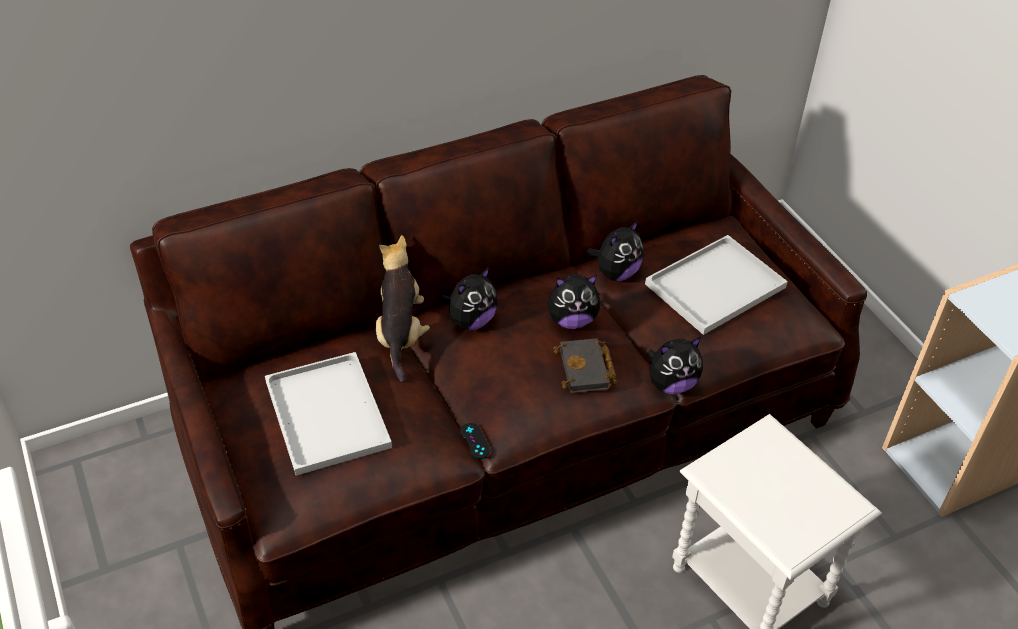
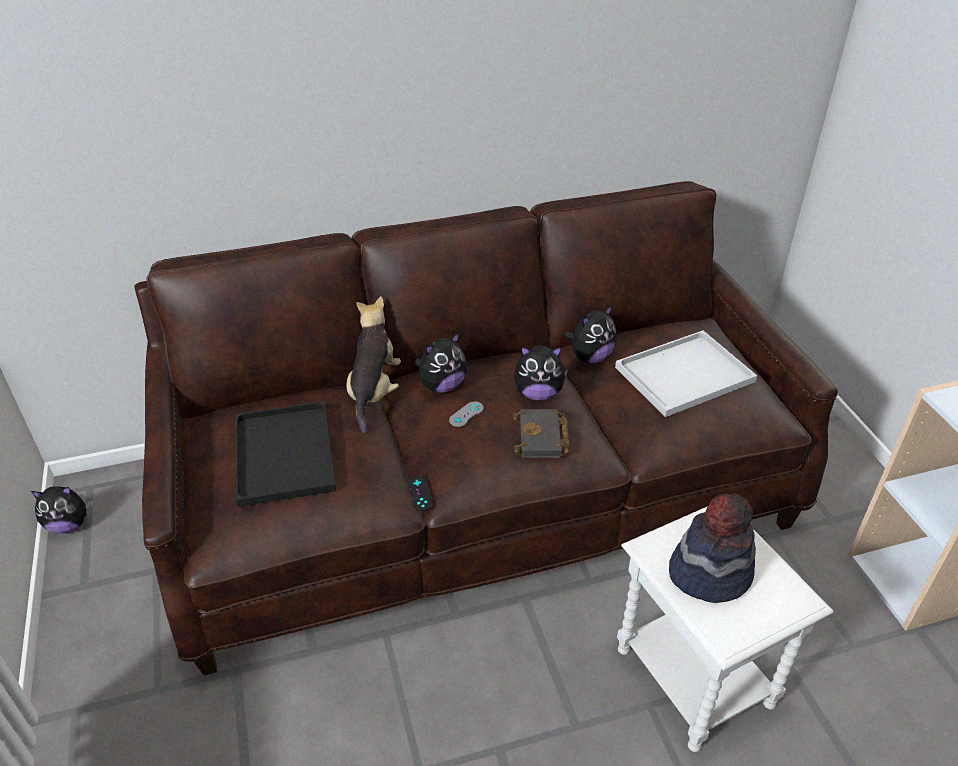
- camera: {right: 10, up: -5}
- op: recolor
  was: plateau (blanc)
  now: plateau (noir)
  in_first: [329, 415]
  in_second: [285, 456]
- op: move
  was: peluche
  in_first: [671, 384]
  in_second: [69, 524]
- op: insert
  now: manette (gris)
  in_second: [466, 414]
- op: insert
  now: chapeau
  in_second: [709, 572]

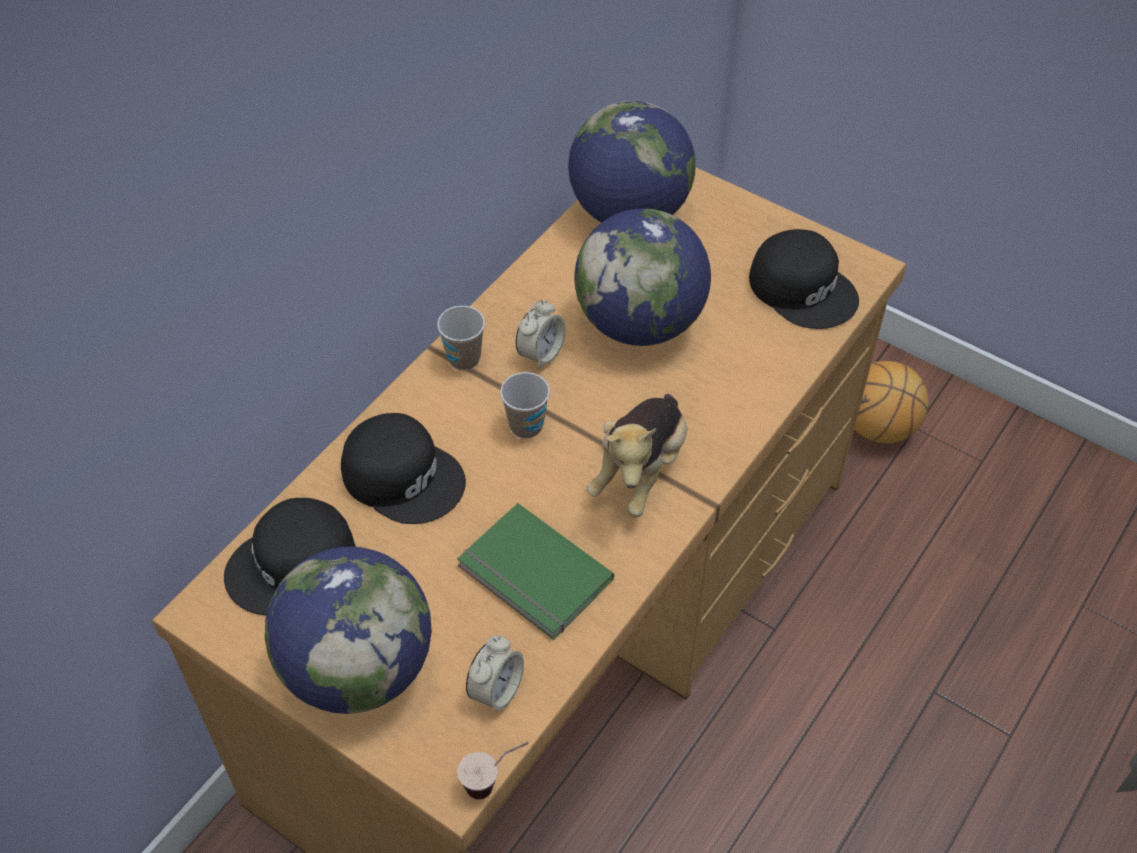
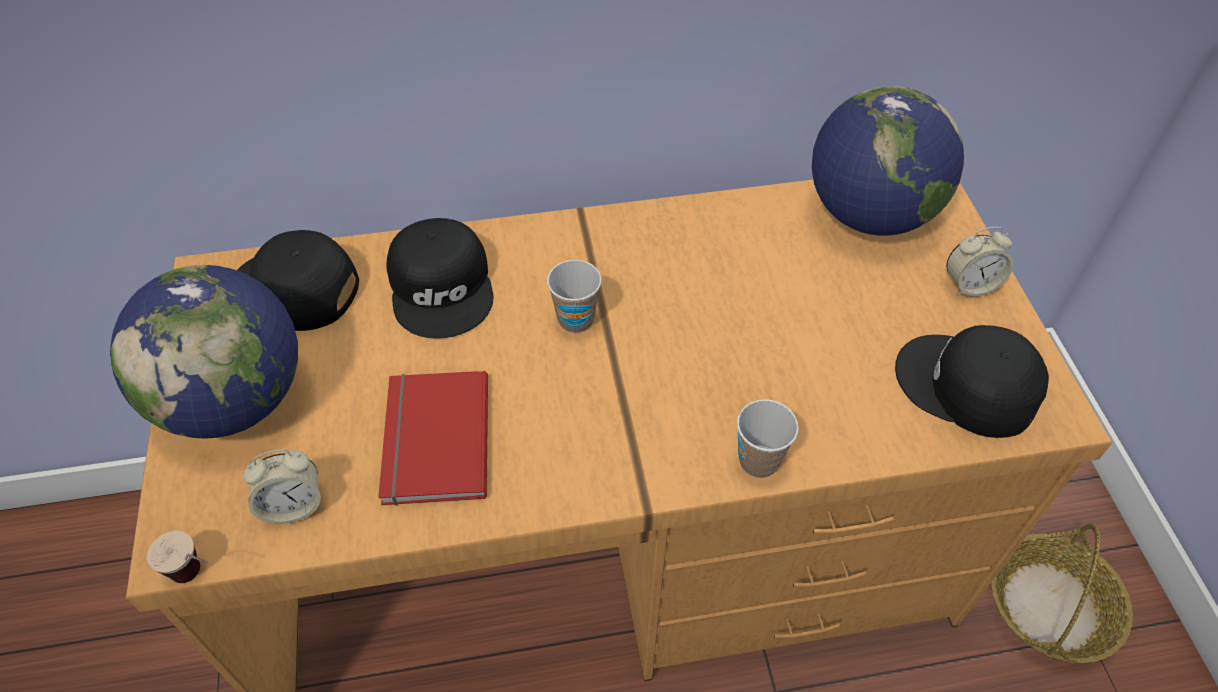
- camera: {right: 45, up: 0}
- op: move
  was: tasse
  in_first: [464, 358]
  in_second: [758, 461]
- op: recolor
  was: livre (vert)
  now: livre (rouge)
  in_first: [533, 576]
  in_second: [432, 440]
- op: move
  was: réveil
  in_first: [541, 353]
  in_second: [970, 285]
- op: delete
  was: globe
  in_first: [640, 323]
- op: delete
  was: peluche
  in_first: [640, 470]
- op: rotate
  was: casquette (noir)
  in_first: [803, 288]
  in_second: [967, 387]
  clockwise: 120
- op: replace
  was: ballon de basket
  now: panier
  in_first: [878, 427]
  in_second: [1050, 607]

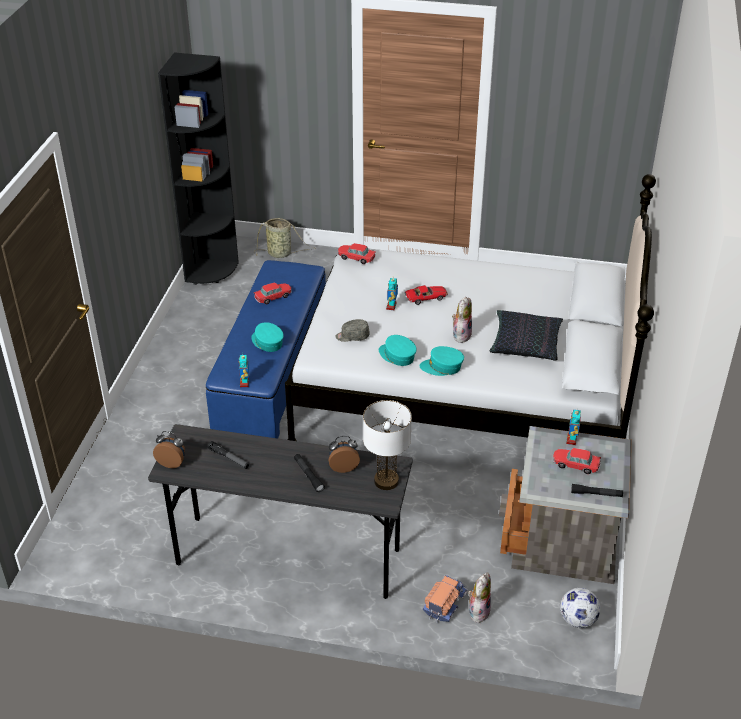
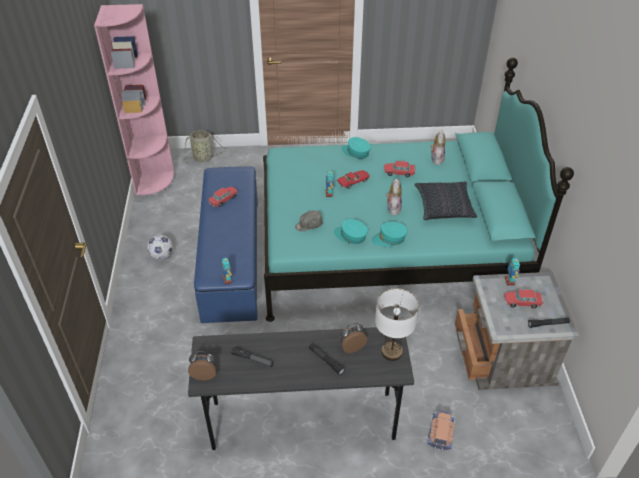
- camera: {right: -15, up: 5}
- op: recolor
  was: bibliothèque (noir)
  now: bibliothèque (rose)
  in_first: [211, 276]
  in_second: [154, 186]
- op: move
  was: casquette (turquoise)
  in_first: [267, 342]
  in_second: [356, 152]
- op: recolor
  was: lit (blanc)
  now: lit (turquoise)
  in_first: [464, 394]
  in_second: [387, 250]
- op: move
  was: petite voiture
  in_first: [356, 258]
  in_second: [399, 173]
- op: move
  was: peluche
  in_first: [478, 611]
  in_second: [436, 159]
- op: move
  was: ballon de foot
  in_first: [577, 620]
  in_second: [161, 256]

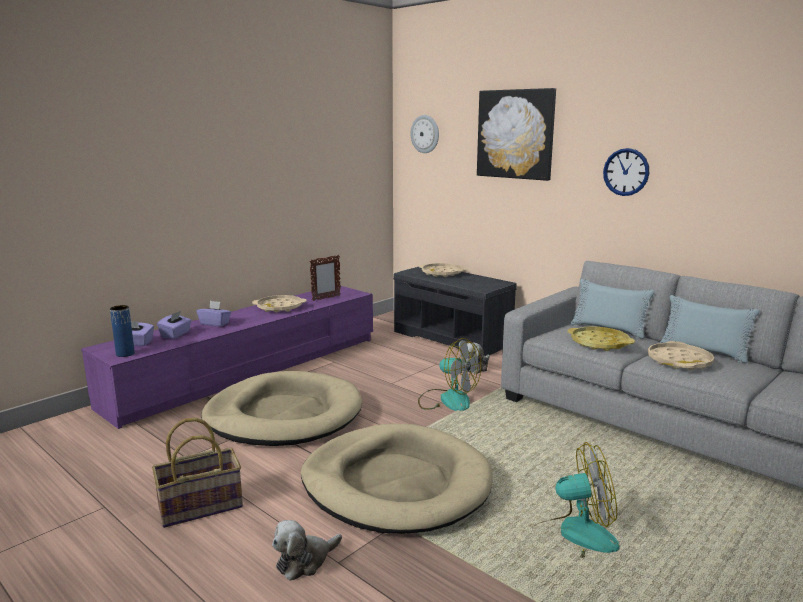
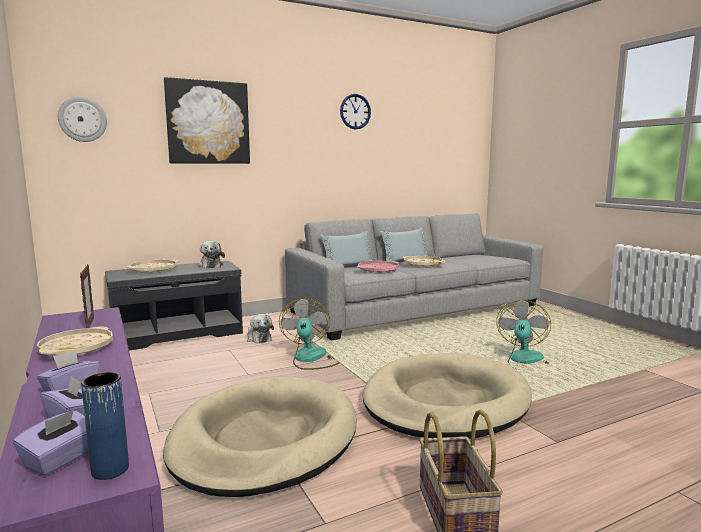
- camera: {right: -70, up: -5}
- op: move
  was: peluche
  in_first: [305, 561]
  in_second: [210, 265]
- op: rotate
  was: ventilateur
  in_first: [447, 400]
  in_second: [310, 359]
  clockwise: -60
- op: recolor
  was: plateau (jaune)
  now: plateau (rose)
  in_first: [599, 343]
  in_second: [378, 270]
- op: move
  was: horloge murale
  in_first: [626, 172]
  in_second: [355, 111]

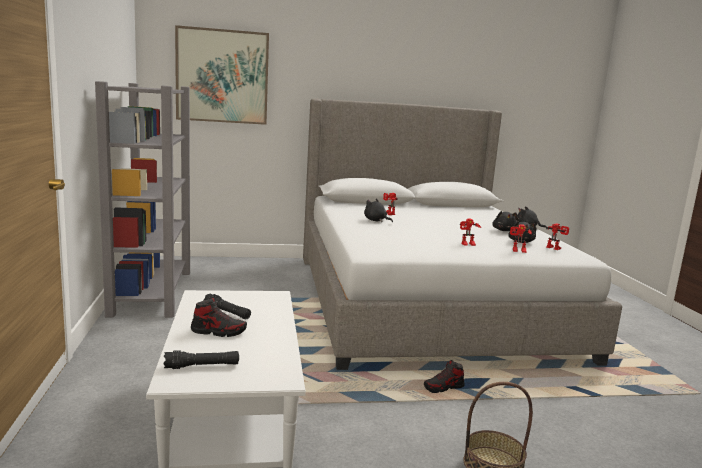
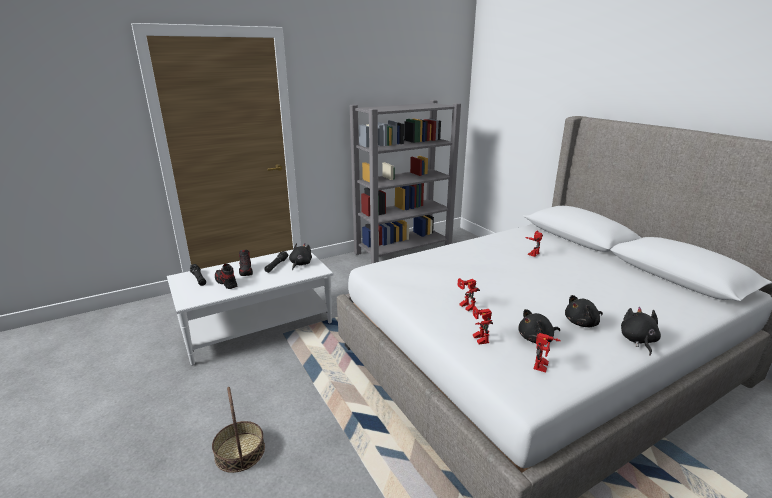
- camera: {right: 70, up: 10}
- op: delete
  was: tableau
  in_first: [222, 76]
- op: move
  was: peluche (noir)
  in_first: [376, 221]
  in_second: [300, 264]
- op: move
  was: chaussure
  in_first: [443, 388]
  in_second: [226, 282]

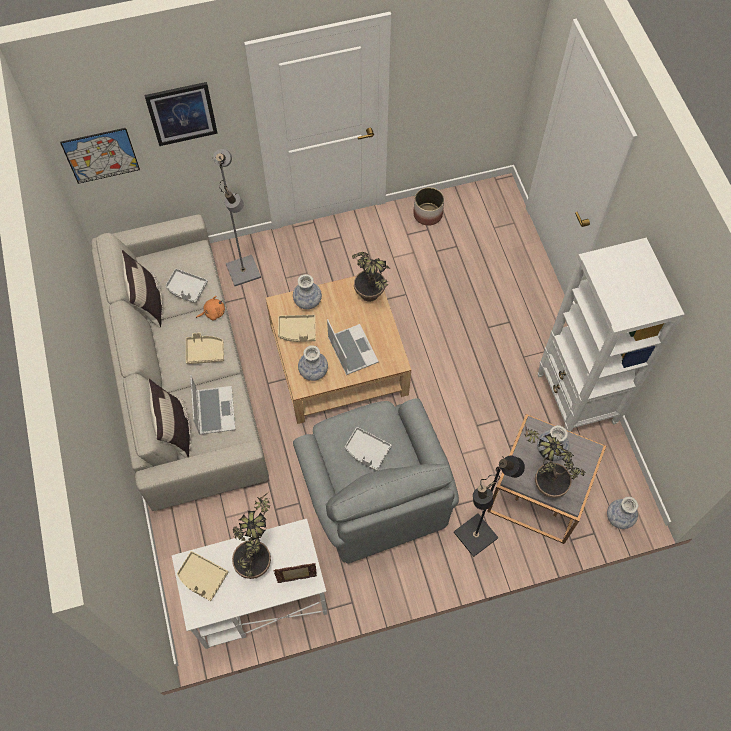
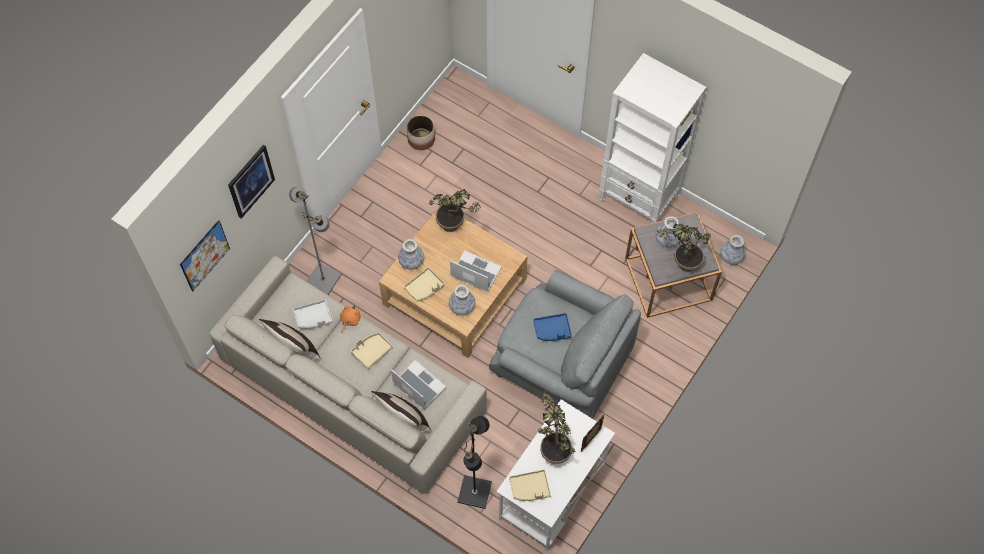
- camera: {right: -40, up: 0}
- op: recolor
  was: plateau (gris)
  now: plateau (bleu)
  in_first: [367, 451]
  in_second: [552, 330]
- op: move
  was: lampadaire (noir)
  in_first: [475, 535]
  in_second: [474, 492]

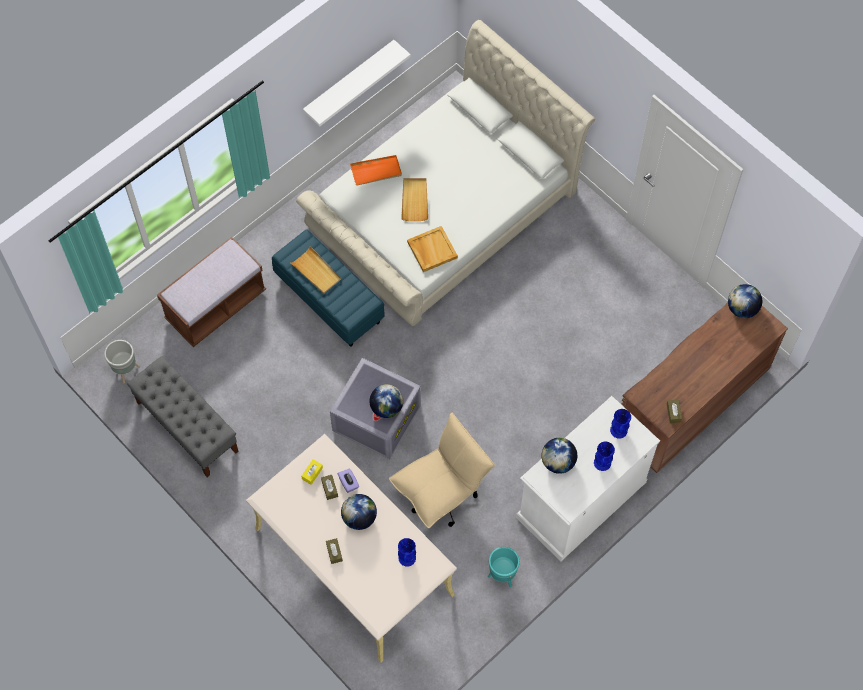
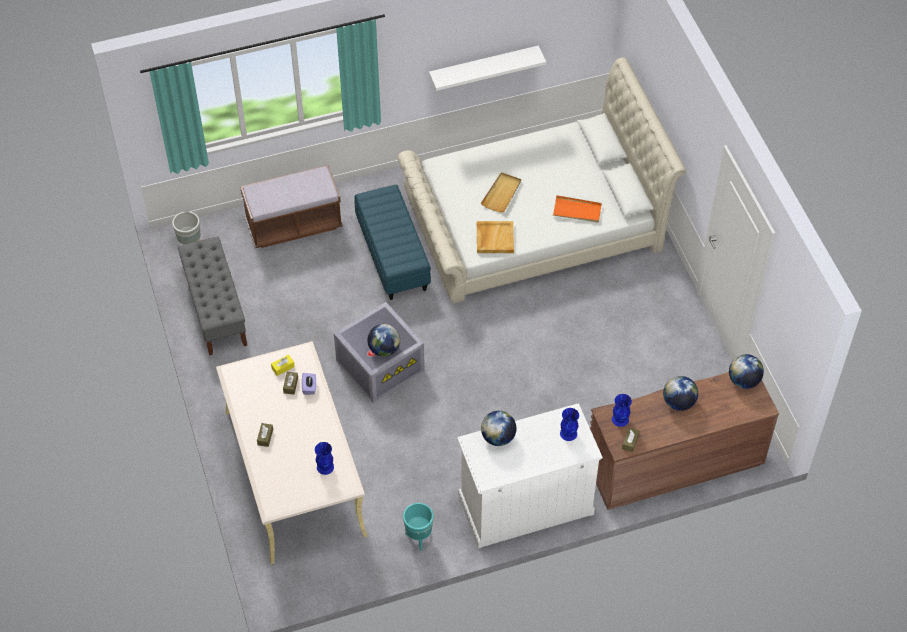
- camera: {right: 25, up: -10}
- op: delete
  was: plateau (beige)
  in_first: [316, 272]
- op: move
  was: globe
  in_first: [359, 517]
  in_second: [678, 402]
- op: move
  was: plateau (orange)
  in_first: [376, 171]
  in_second: [577, 211]
- op: delete
  was: chaise de bureau (beige)
  in_first: [441, 495]
- op: move
  was: vase (bleu)
  in_first: [602, 463]
  in_second: [620, 419]

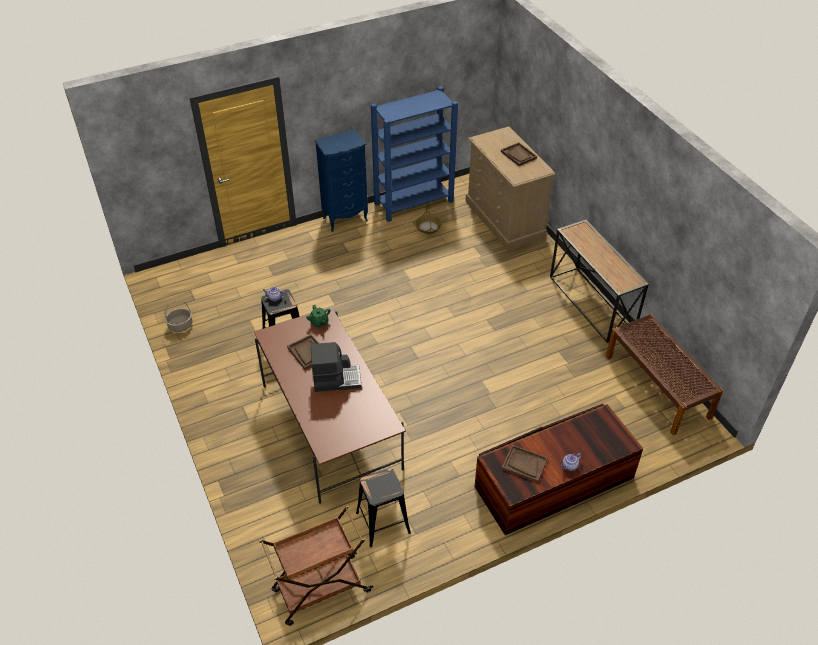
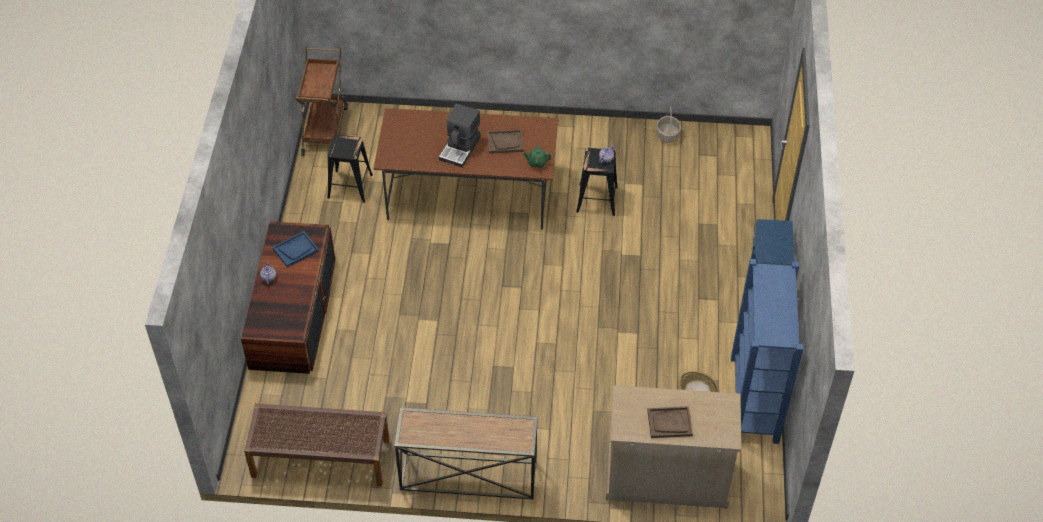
- camera: {right: 120, up: 5}
- op: recolor
  was: plateau (marron)
  now: plateau (bleu)
  in_first: [524, 464]
  in_second: [295, 250]

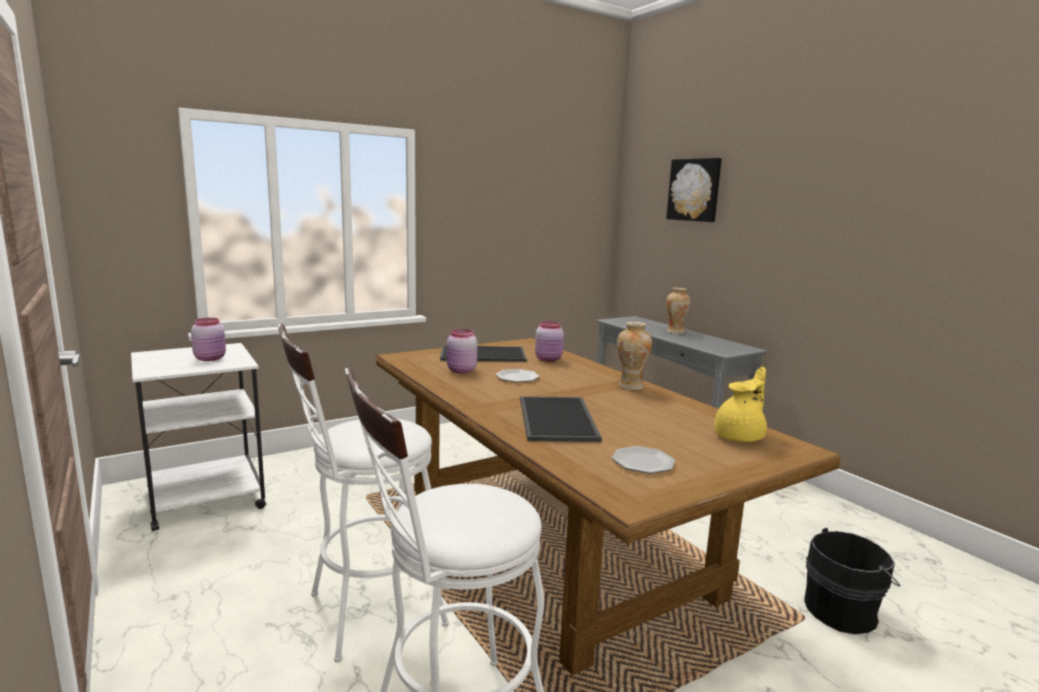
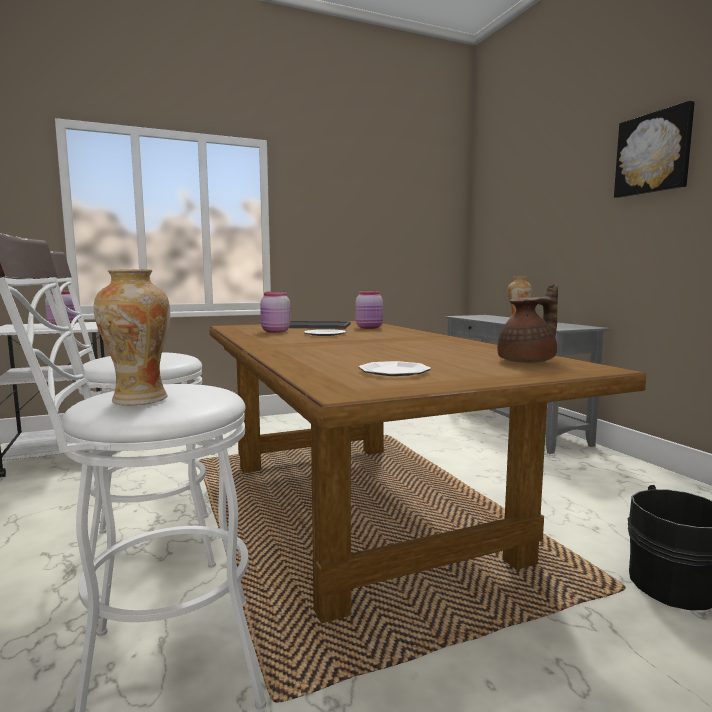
- camera: {right: 10, up: -5}
- op: delete
  was: plateau
  in_first: [559, 419]
- op: move
  was: vase
  in_first: [631, 386]
  in_second: [139, 400]
- op: move
  was: tableau
  in_first: [695, 190]
  in_second: [654, 153]
- op: recolor
  was: théière (jaune)
  now: théière (marron)
  in_first: [740, 437]
  in_second: [529, 361]

